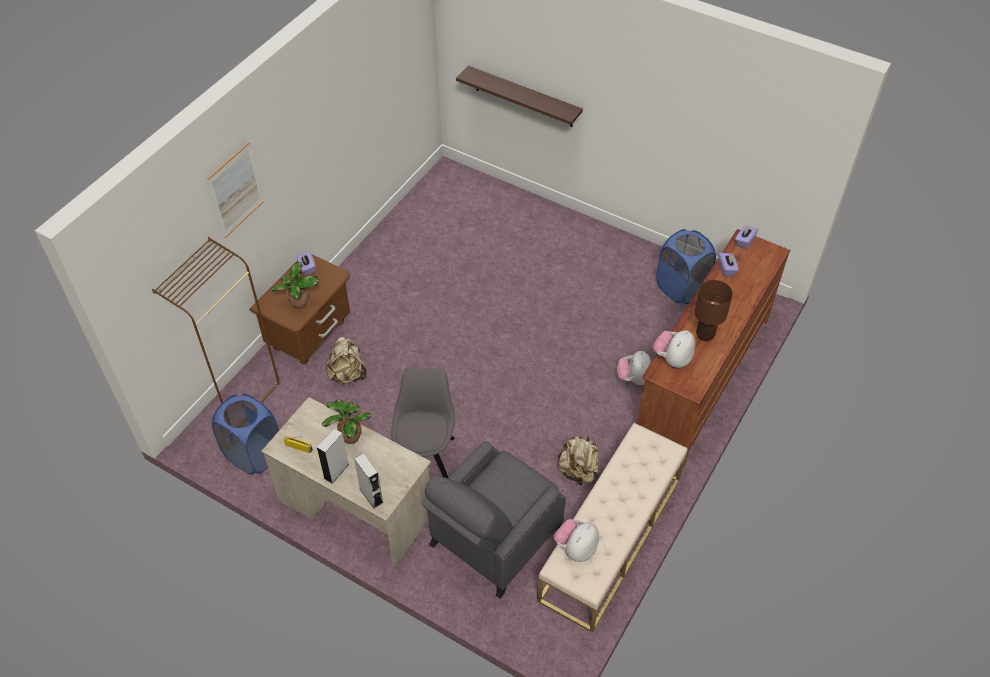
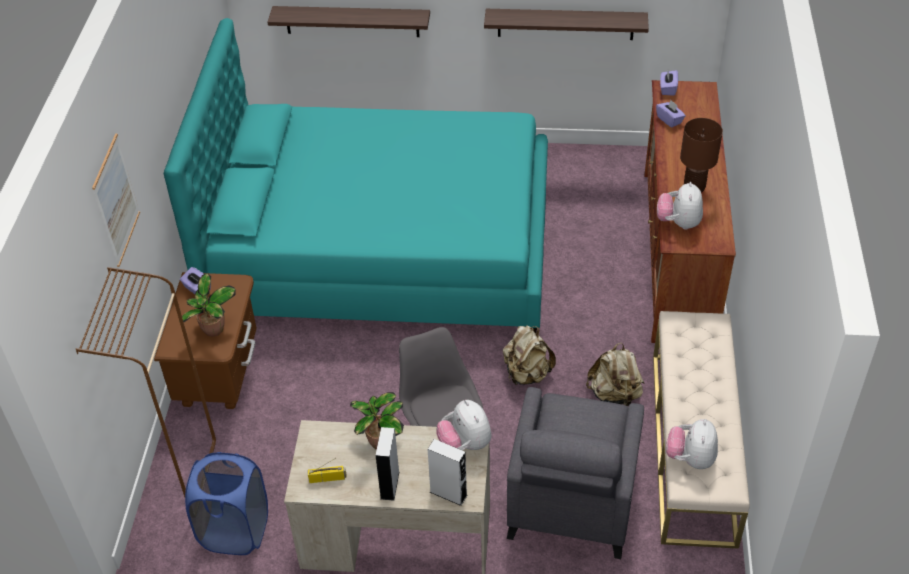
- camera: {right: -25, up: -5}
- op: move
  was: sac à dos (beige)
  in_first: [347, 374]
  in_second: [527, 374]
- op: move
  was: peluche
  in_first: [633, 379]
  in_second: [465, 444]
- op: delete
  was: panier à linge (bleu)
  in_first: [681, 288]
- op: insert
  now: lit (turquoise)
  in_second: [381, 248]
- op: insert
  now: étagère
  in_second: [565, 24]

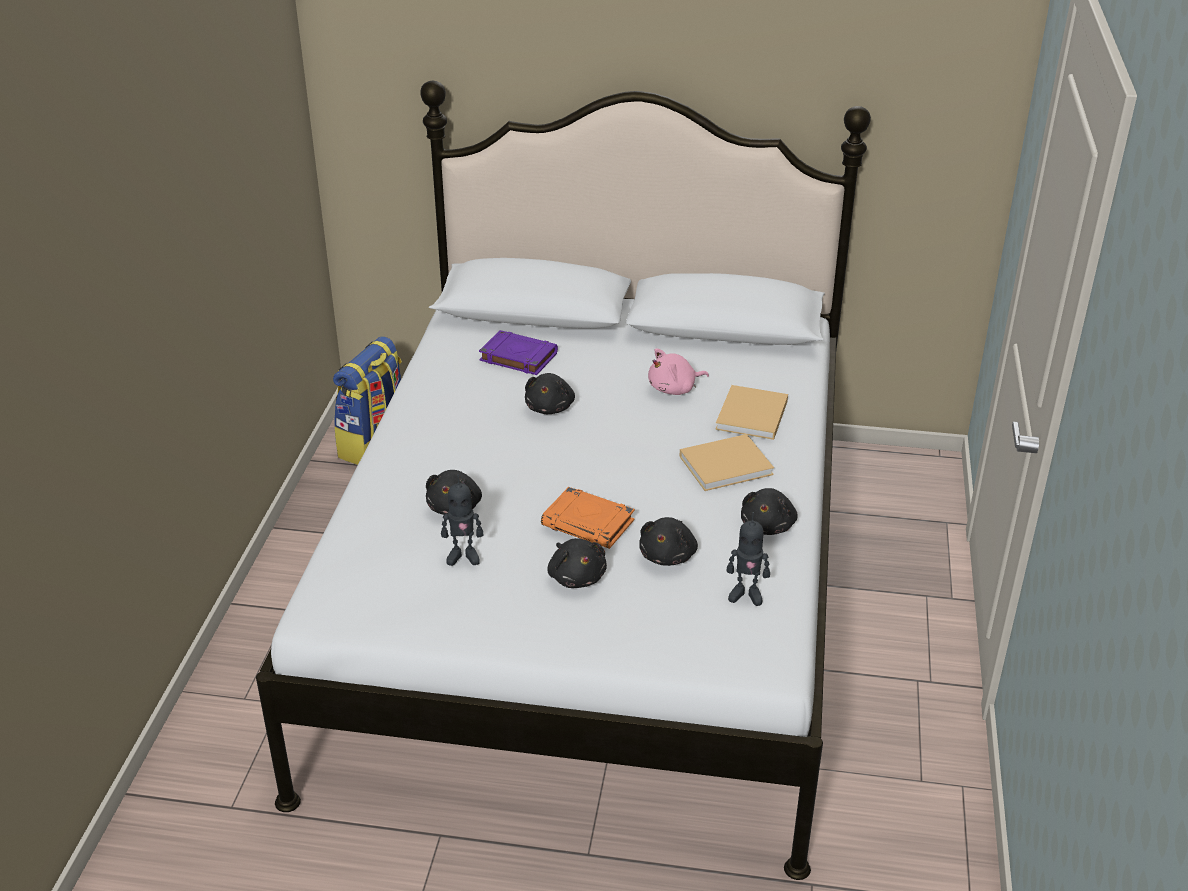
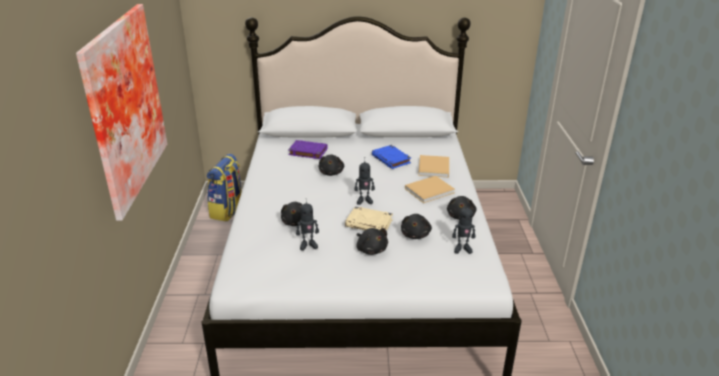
- camera: {right: -10, up: -5}
- op: recolor
  was: livre (orange)
  now: livre (beige)
  in_first: [589, 523]
  in_second: [369, 223]
- op: replace
  was: peluche (rose)
  now: livre (bleu)
  in_first: [674, 389]
  in_second: [391, 159]
- op: insert
  now: tableau
  in_second: [121, 107]
- op: insert
  now: robot jouet
  in_second: [364, 201]

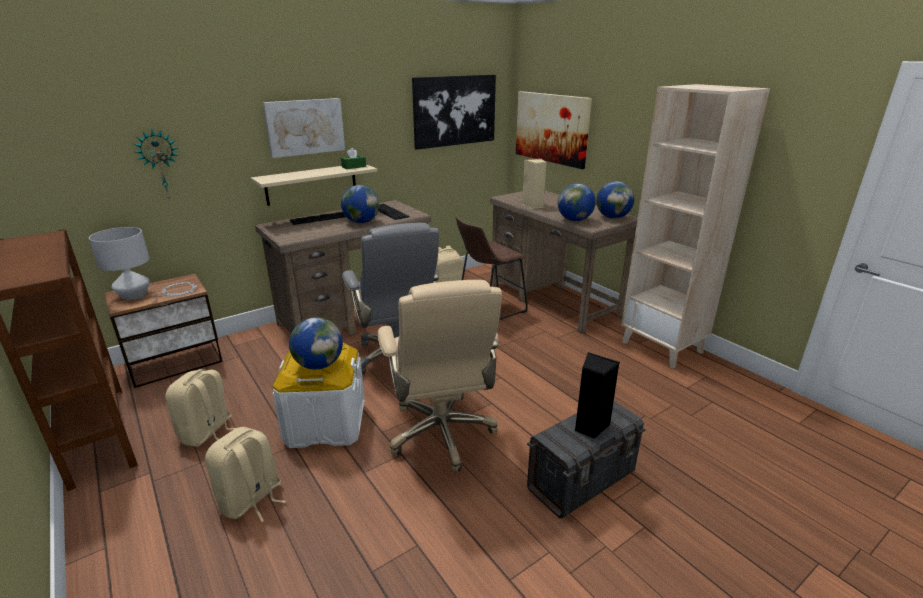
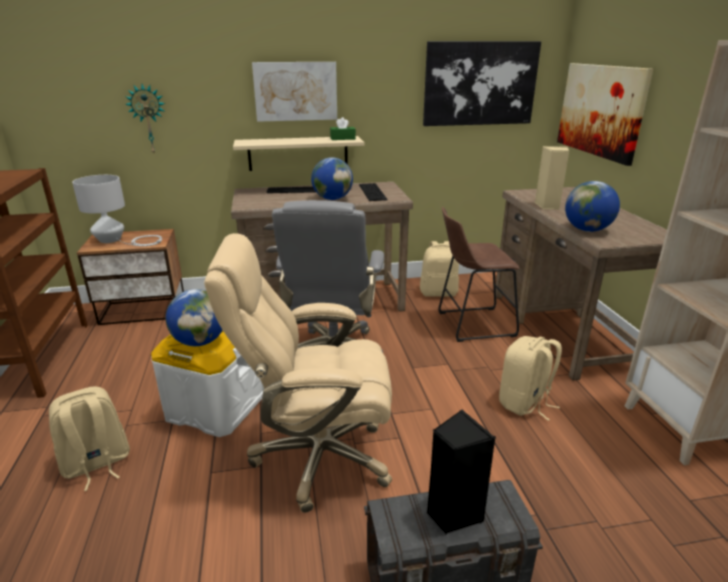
- camera: {right: 25, up: 0}
- op: move
  was: sac à dos (beige)
  in_first: [207, 433]
  in_second: [524, 403]
- op: rotate
  was: chaise de bureau (beige)
  in_first: [441, 435]
  in_second: [316, 458]
  clockwise: 75
- op: delete
  was: globe
  in_first: [612, 217]

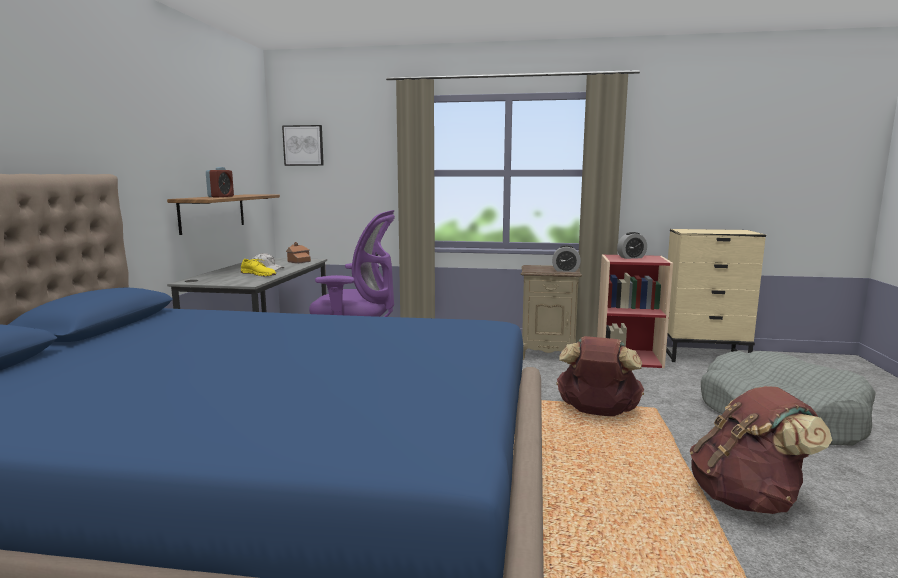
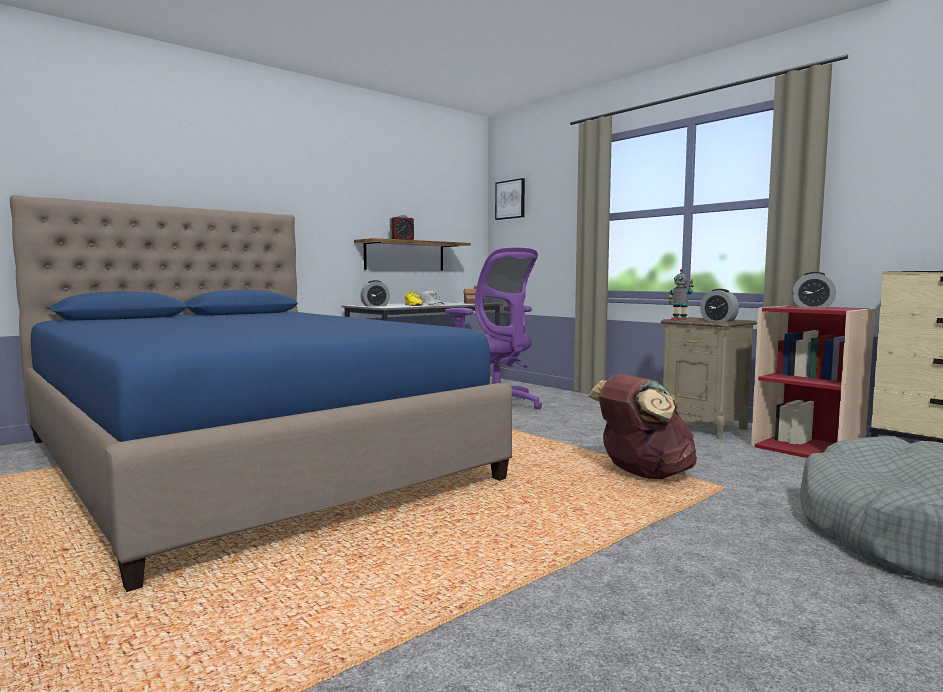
- camera: {right: 40, up: -5}
- op: delete
  was: sac à dos (marron)
  in_first: [747, 499]
- op: insert
  now: réveil
  in_second: [375, 306]
- op: insert
  now: robot jouet
  in_second: [679, 319]

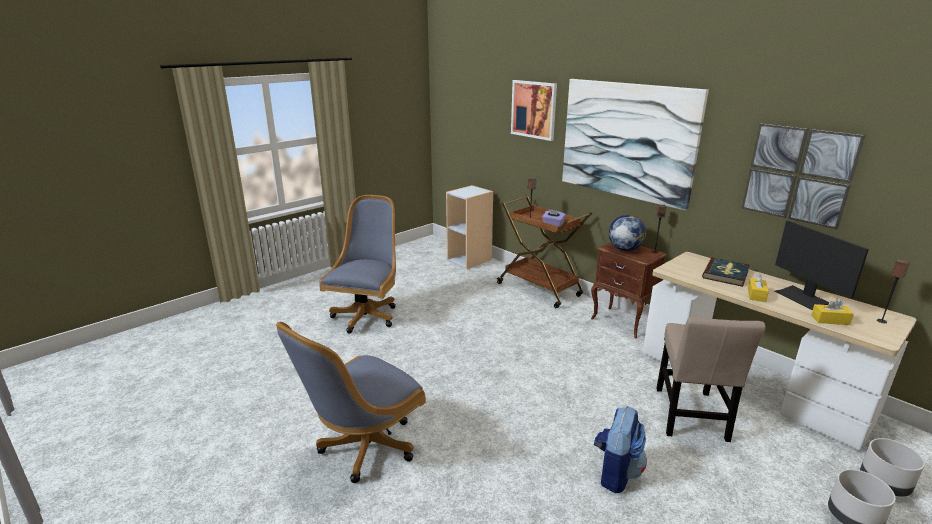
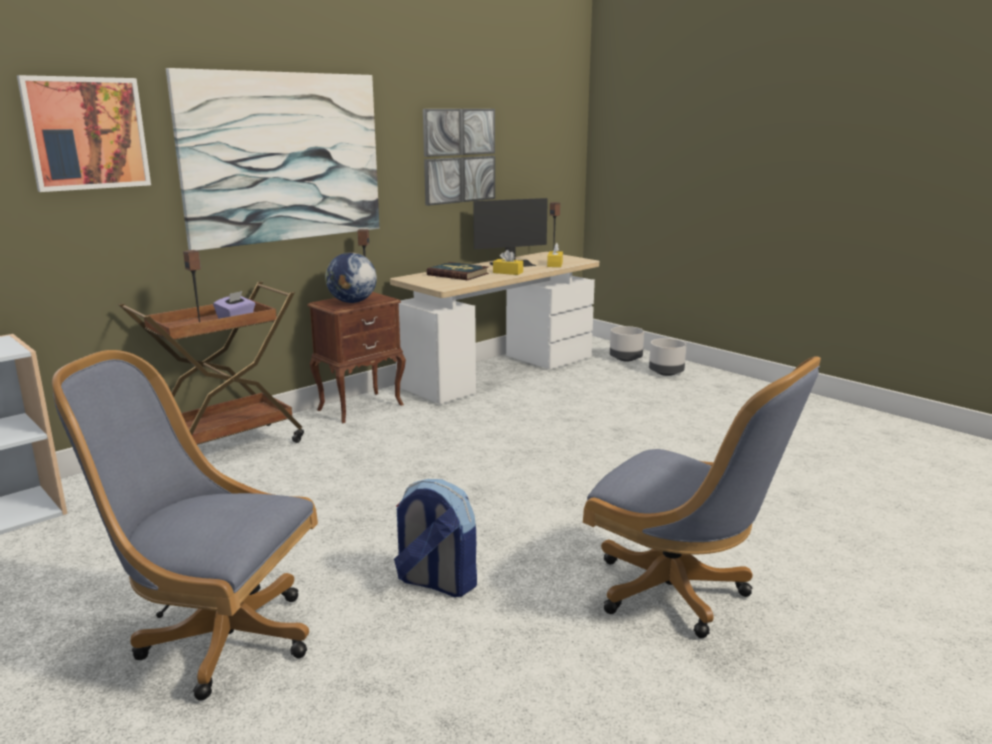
- camera: {right: -90, up: -5}
- op: move
  was: sac à dos
  in_first: [615, 473]
  in_second: [436, 582]
- op: delete
  was: chaise (beige)
  in_first: [690, 417]

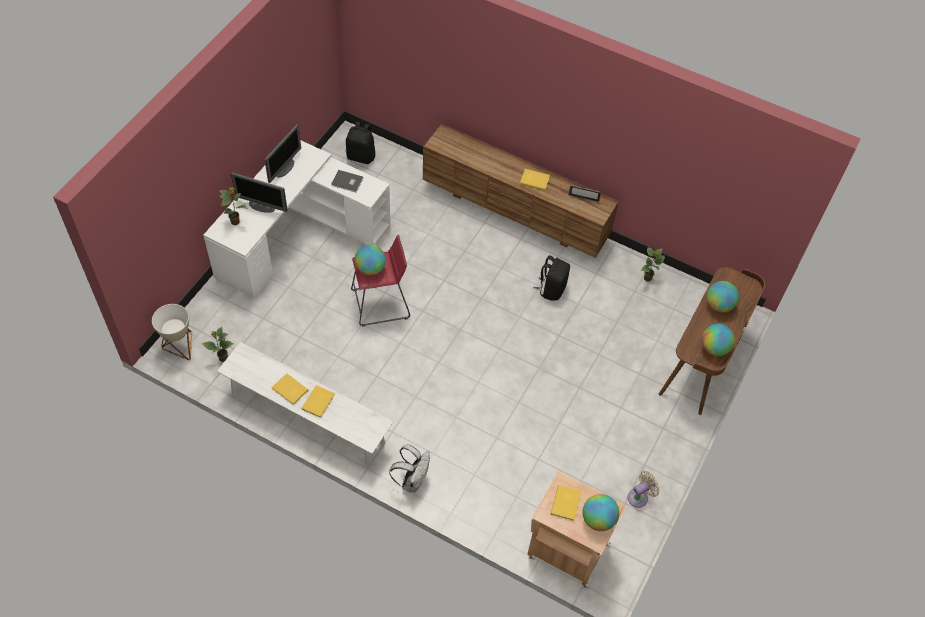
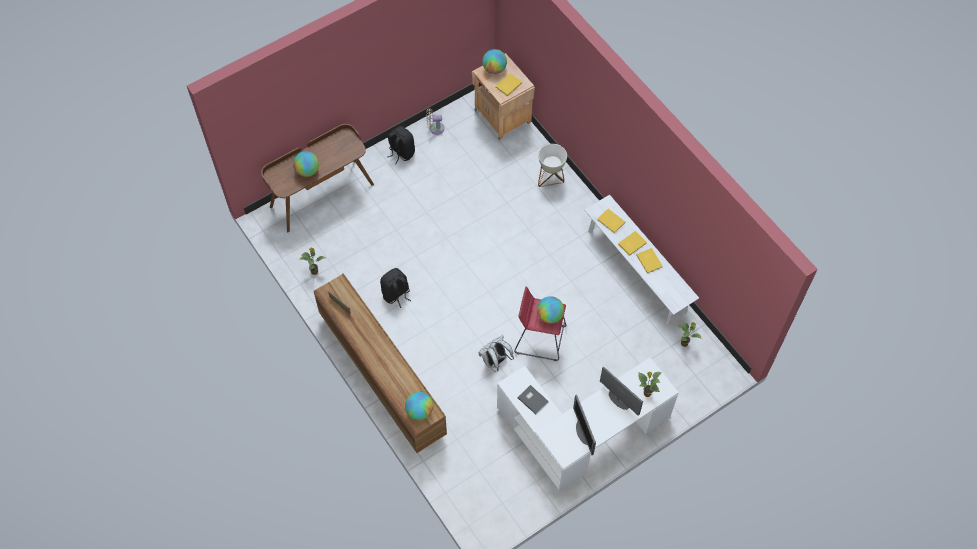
- camera: {right: -150, up: 5}
- op: move
  was: cache-pot
  in_first: [179, 346]
  in_second: [550, 178]
- op: rotate
  was: écran d'ordinateur
  in_first: [285, 168]
  in_second: [583, 433]
  clockwise: -75
- op: move
  was: sac à dos (noir)
  in_first: [361, 156]
  in_second: [401, 152]
- op: move
  was: sac à dos (blanc)
  in_first: [412, 480]
  in_second: [495, 361]
- op: move
  was: livre (jaune)
  in_first: [534, 179]
  in_second: [611, 222]
- op: move
  was: globe
  in_first: [714, 348]
  in_second: [419, 411]

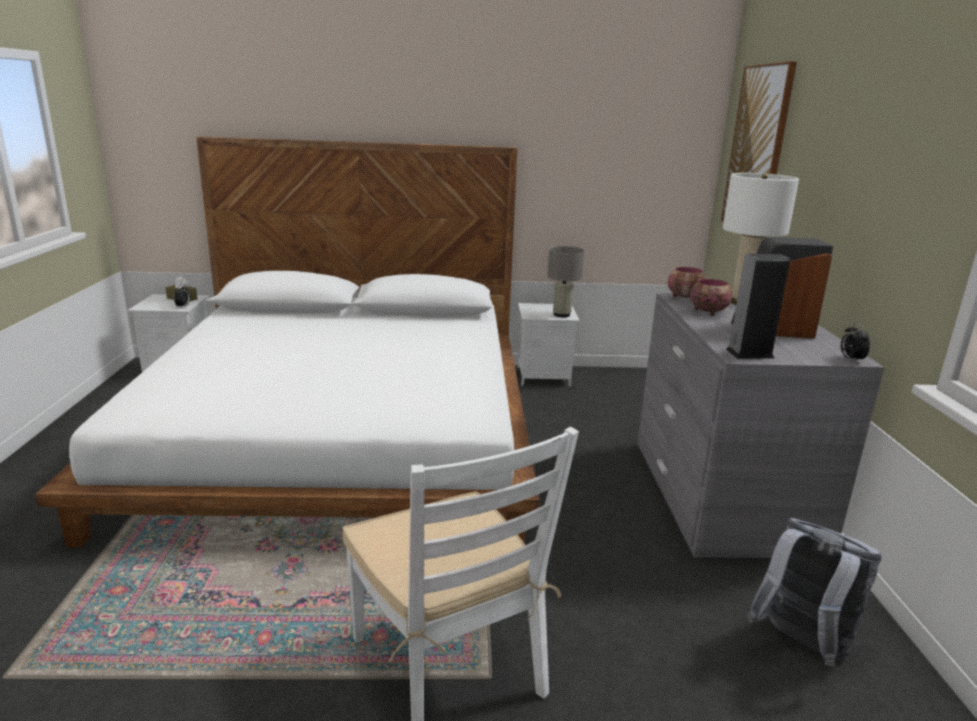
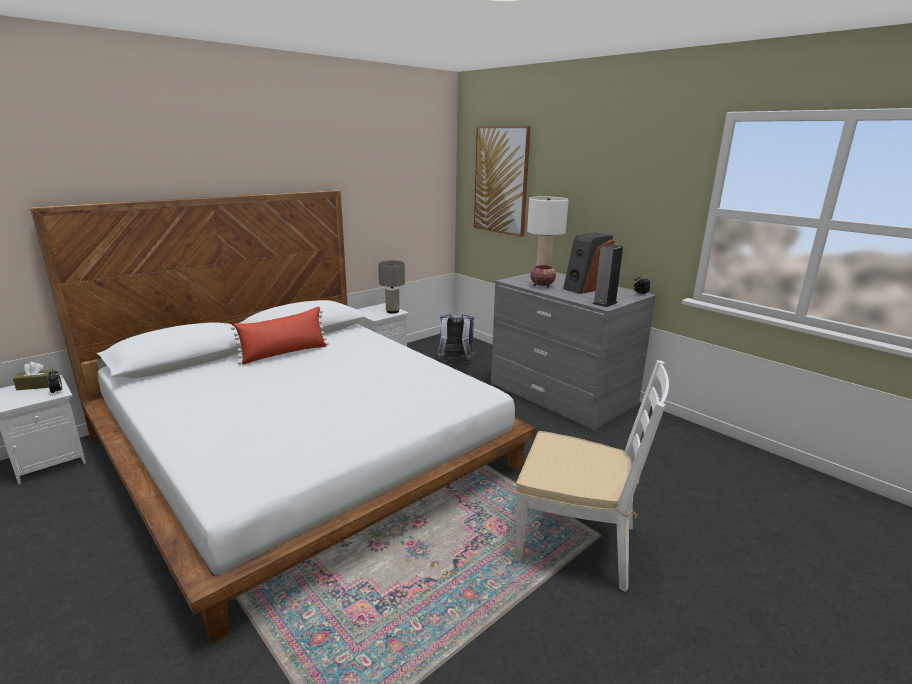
- camera: {right: -40, up: 0}
- op: delete
  was: bol
  in_first: [685, 298]
- op: move
  was: sac à dos (gris)
  in_first: [800, 645]
  in_second: [455, 364]
- op: insert
  now: coussin (rouge)
  in_second: [284, 353]

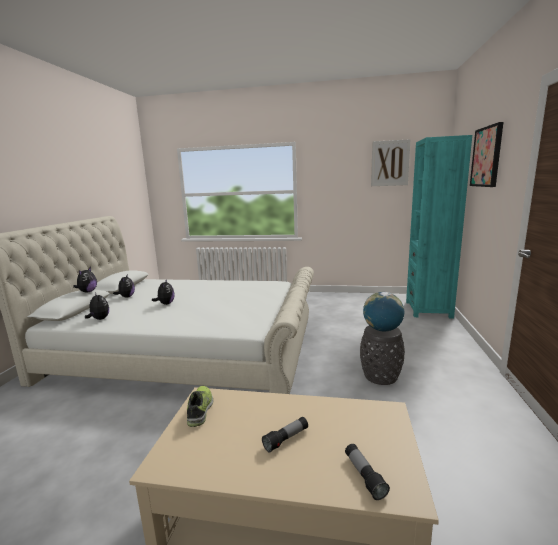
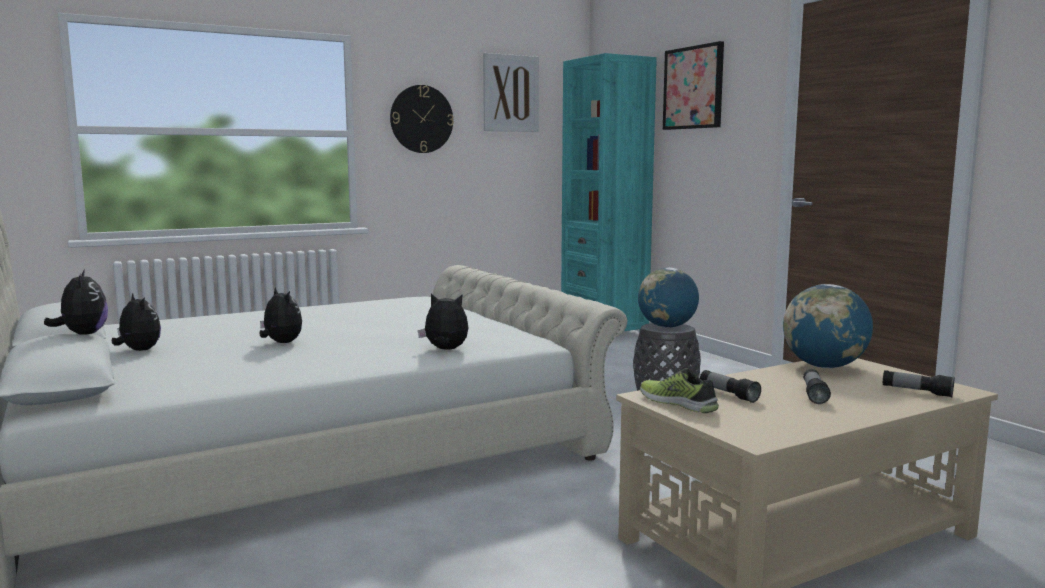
- camera: {right: -40, up: -5}
- op: move
  was: peluche
  in_first: [99, 319]
  in_second: [445, 350]
- op: insert
  now: horloge murale
  in_second: [421, 119]
- op: insert
  now: lampe de poche
  in_second: [728, 394]
- op: insert
  now: globe
  in_second: [824, 366]

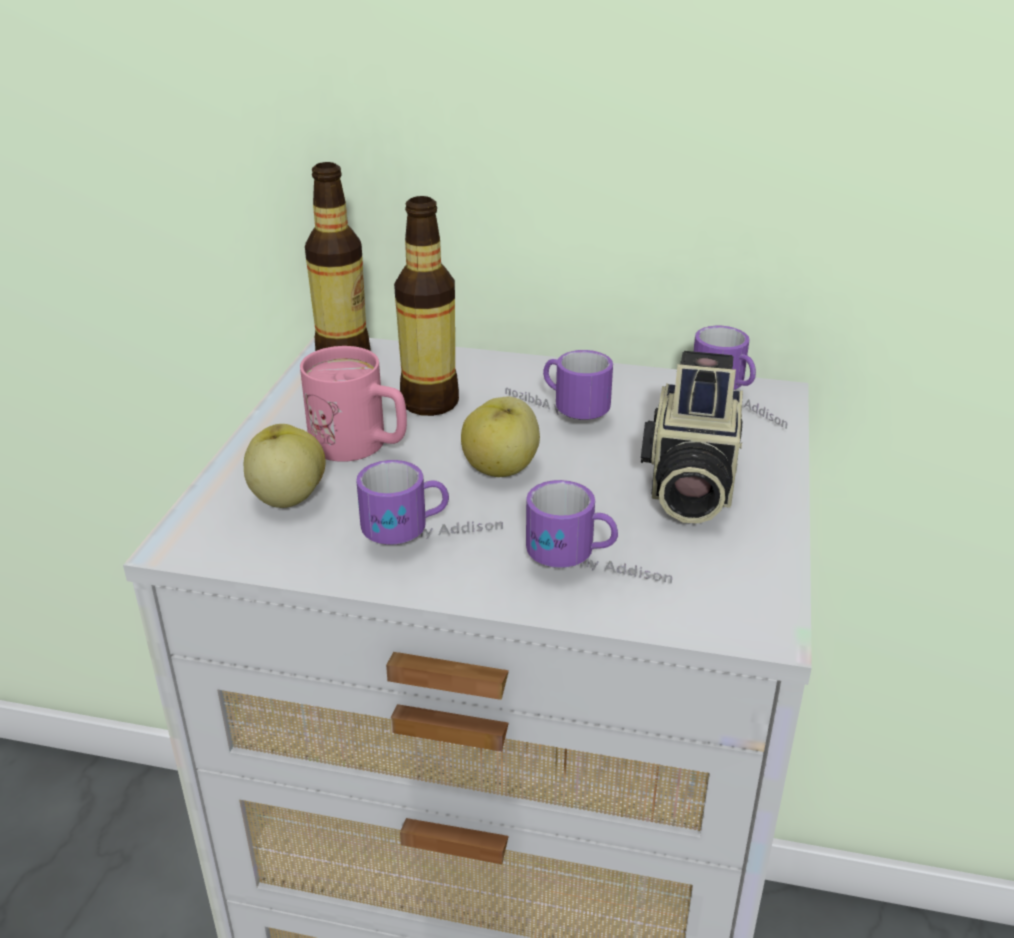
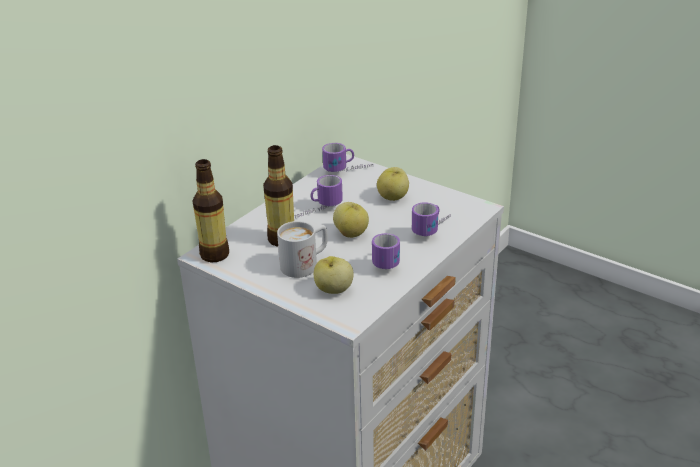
- camera: {right: -65, up: 0}
- op: recolor
  was: mug (rose)
  now: mug (blanc)
  in_first: [361, 446]
  in_second: [305, 264]
- op: replace
  was: appareil photo
  now: pomme
  in_first: [688, 485]
  in_second: [393, 197]

